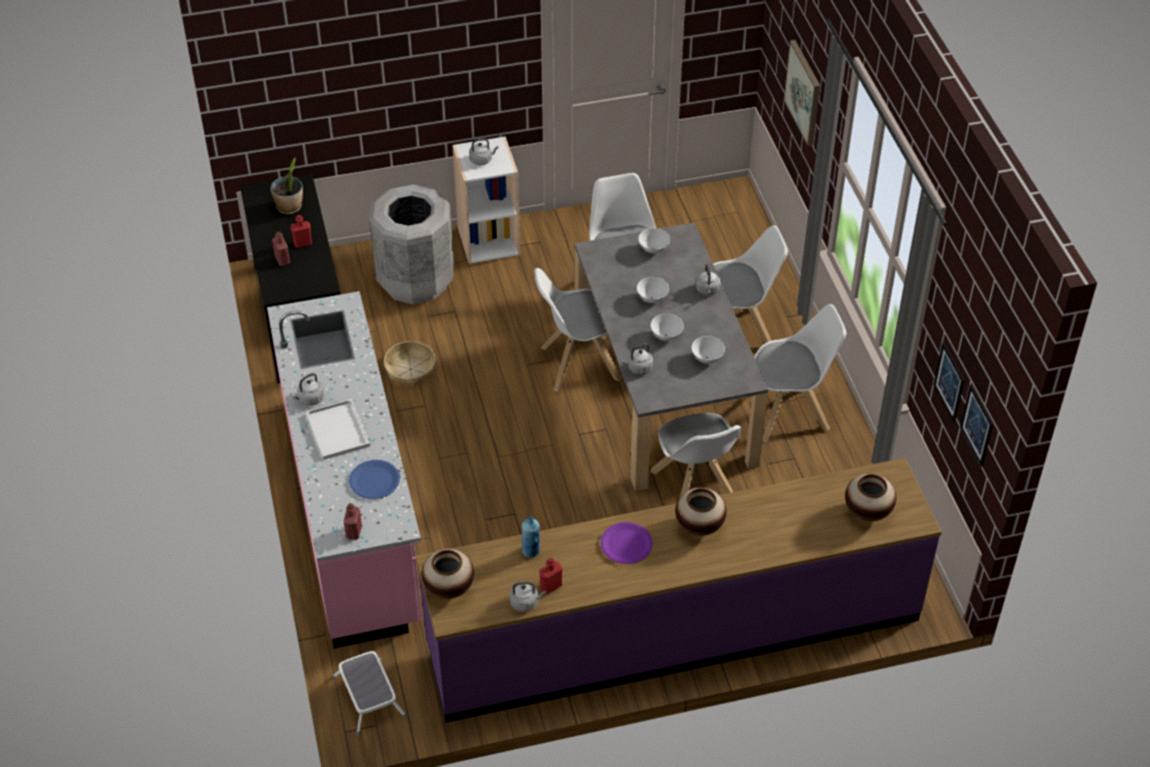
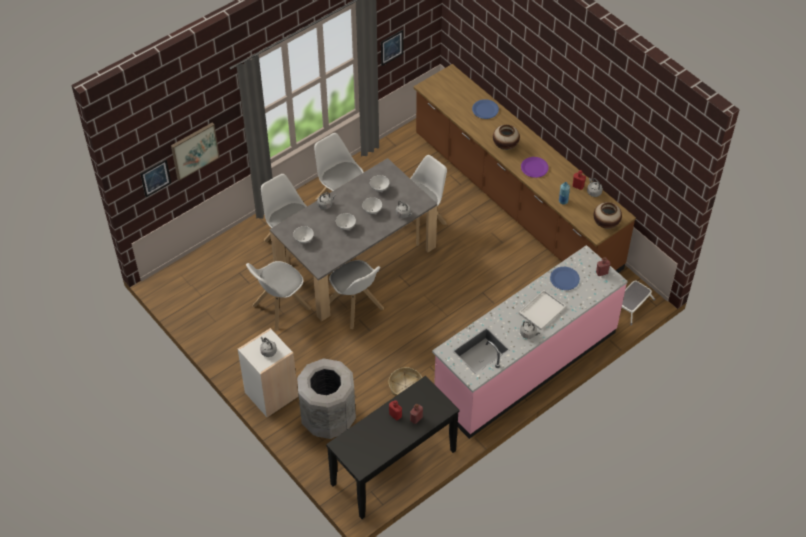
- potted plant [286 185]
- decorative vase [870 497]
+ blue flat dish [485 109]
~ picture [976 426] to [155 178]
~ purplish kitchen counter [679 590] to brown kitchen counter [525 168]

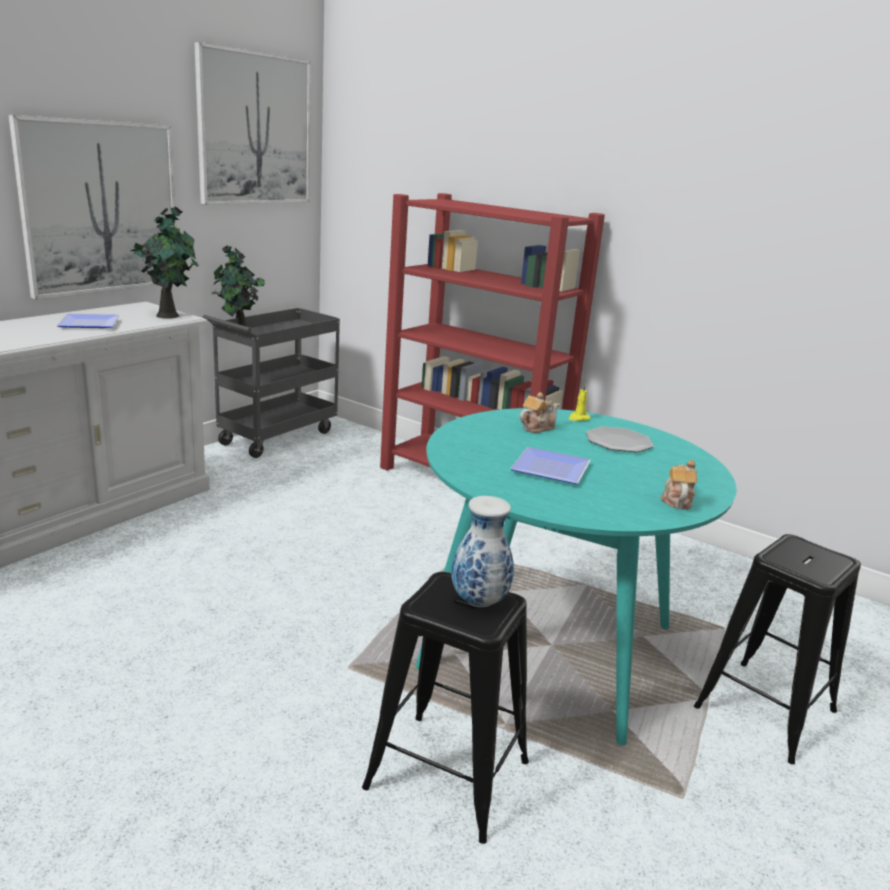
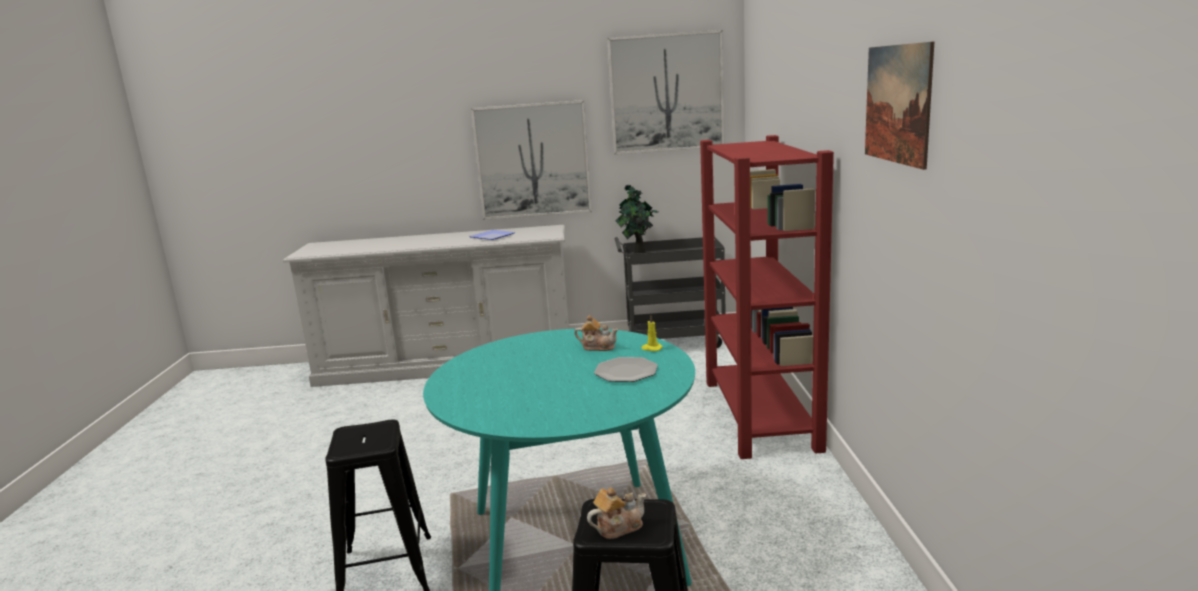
- potted plant [165 263]
- decorative vase [482 551]
- flat dish [550 465]
+ picture [899 106]
~ pot for tea [679 485] to [616 513]

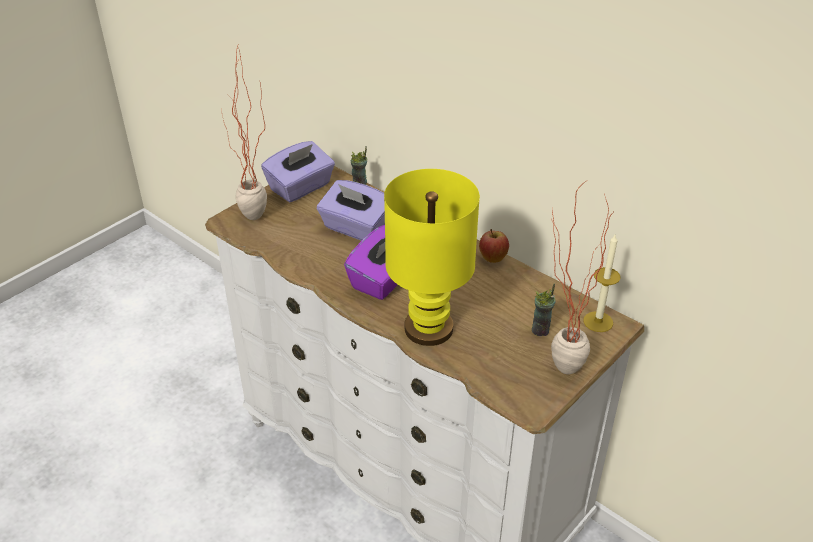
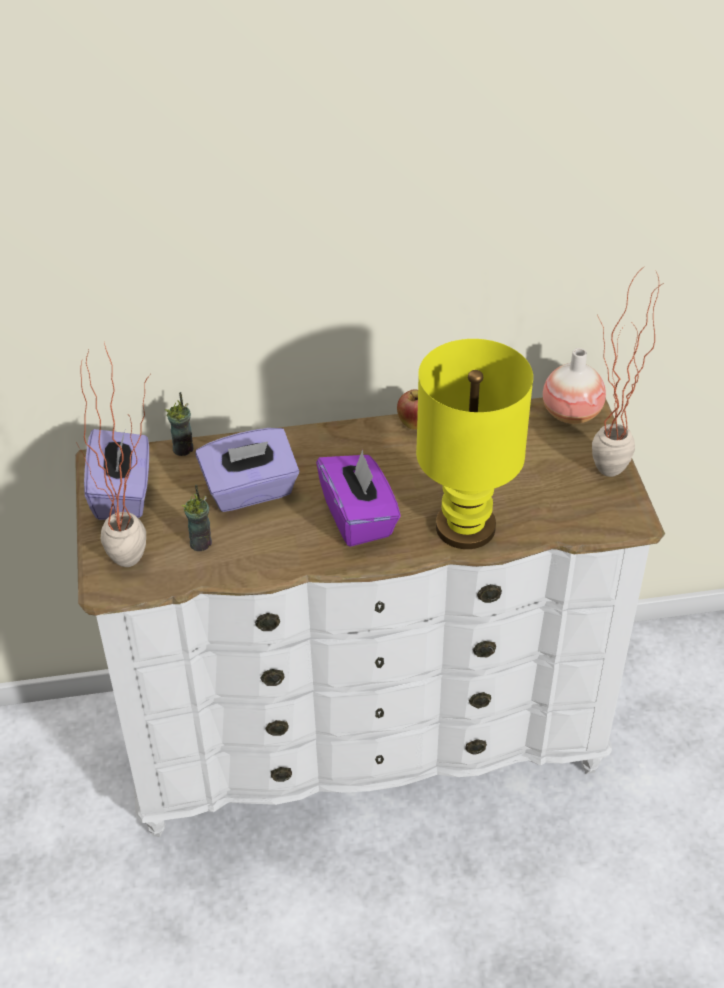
~ drinking cup [544 310] to [196 518]
~ wax candle [602 282] to decorative vase [574 386]

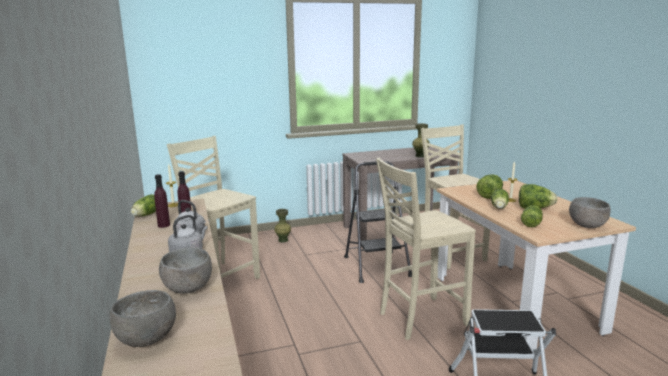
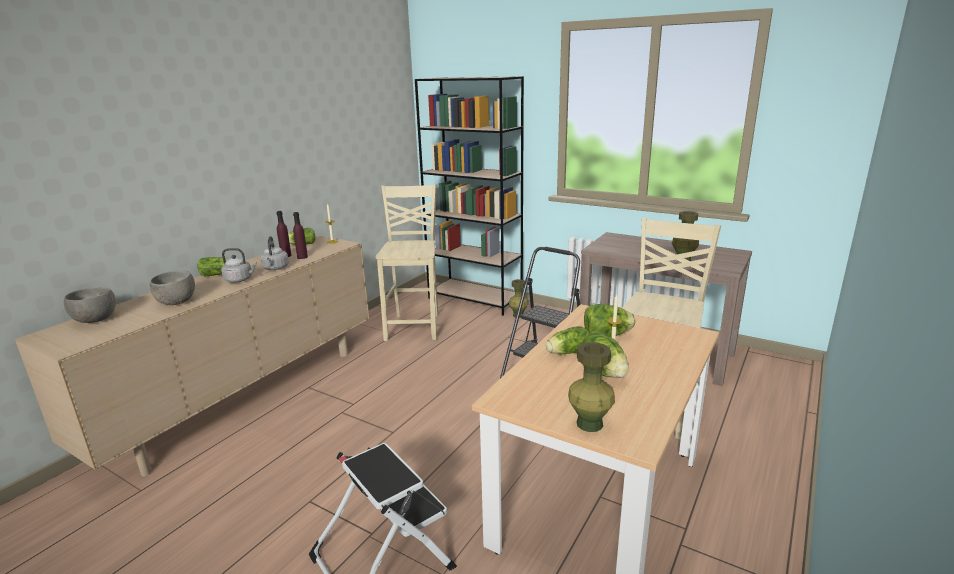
- sand-coloured upright chair [426 249]
+ sand-coloured bookshelf [469 196]
~ head of lettuce [532 216] to [213 266]
~ grey bowl [590 212] to green-coloured decorative vase [591 387]

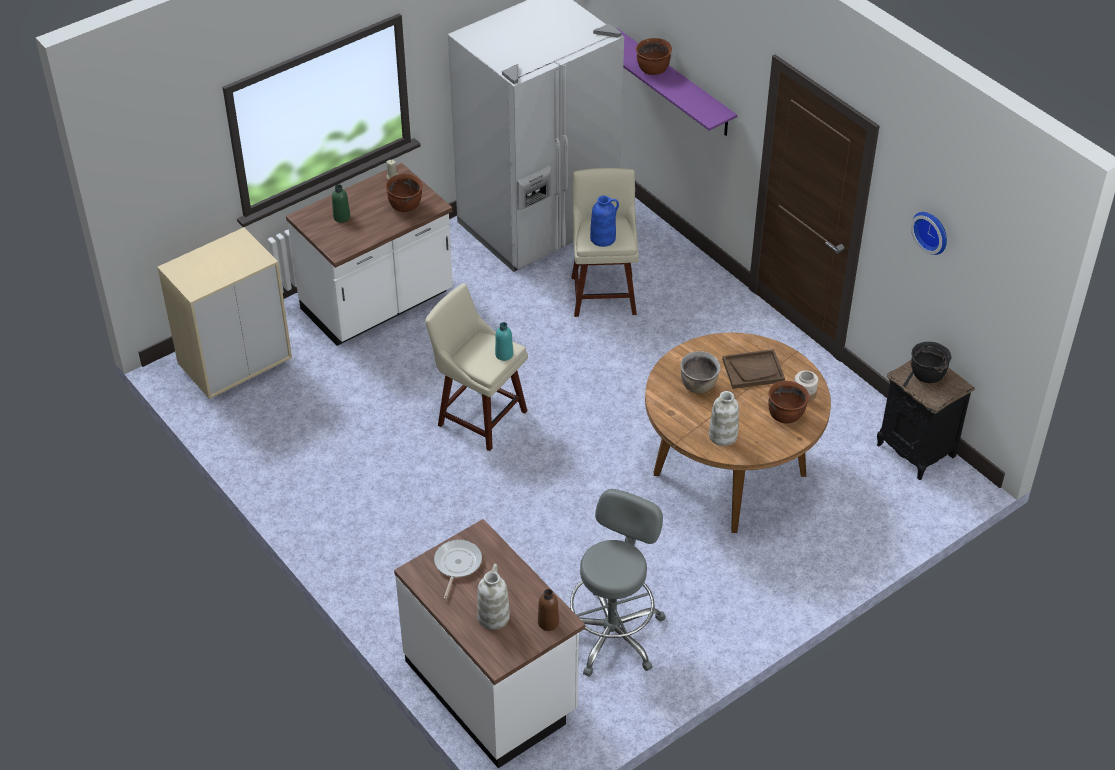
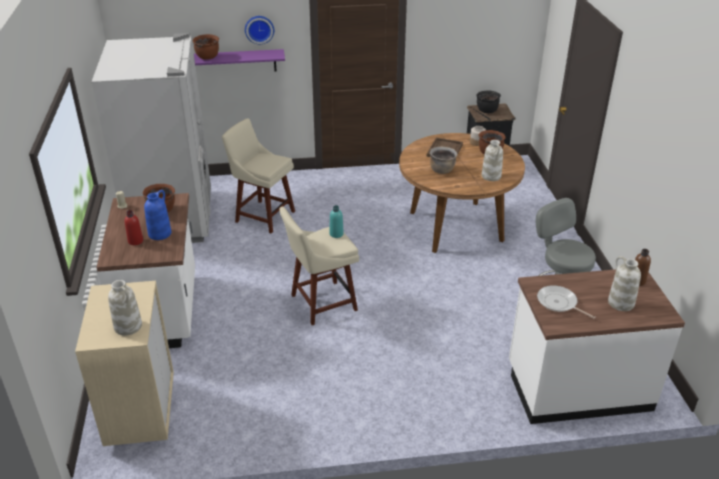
+ whitish decorative vase [125 308]
~ blue decorative vase [604 221] to [157 215]
~ clock on the wall [929 233] to [259 30]
~ green-coloured beverage bottle [341 203] to reddish beverage bottle [133 227]

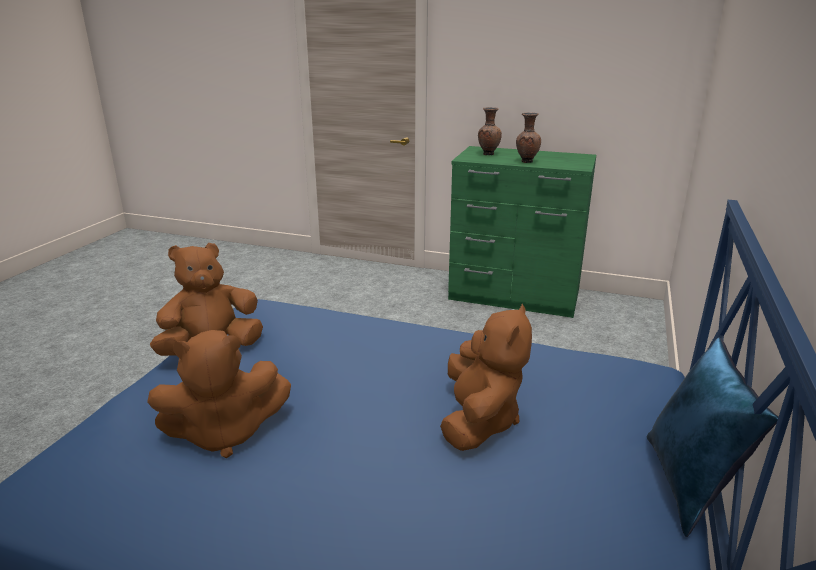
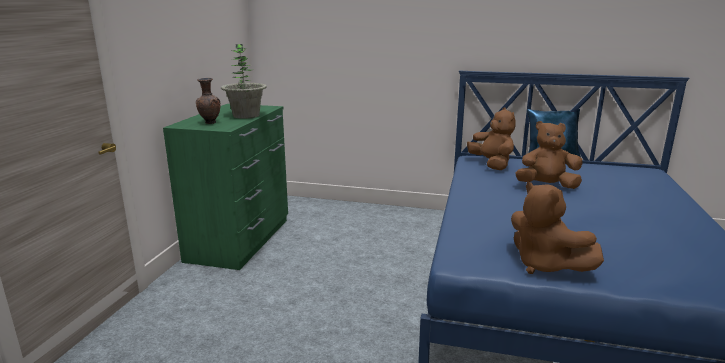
~ brown soft toy [219 394] to [491 139]
~ brown decorative vase [528 137] to potted plant [244 81]

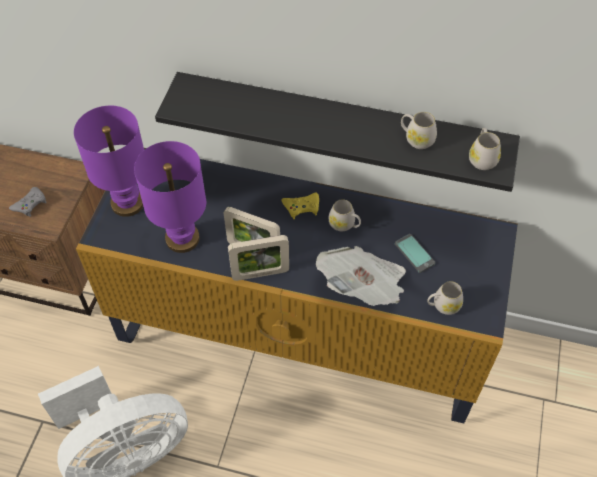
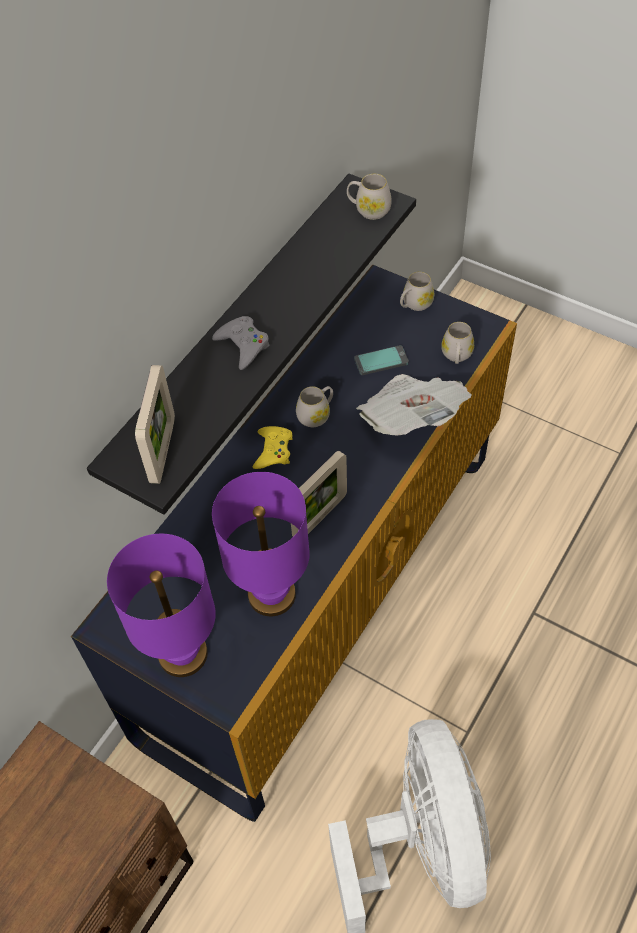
~ grey game controller [28 202] to [241 343]
~ photo frame [258 258] to [155 424]
~ whitish coffee mug [419 130] to [417 291]

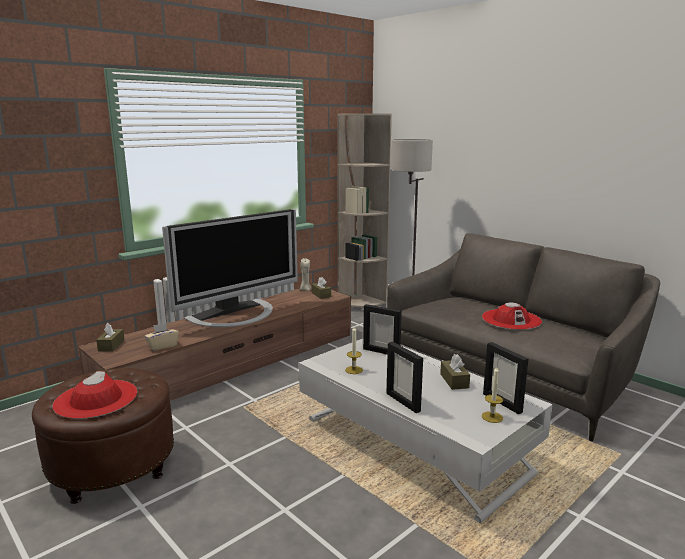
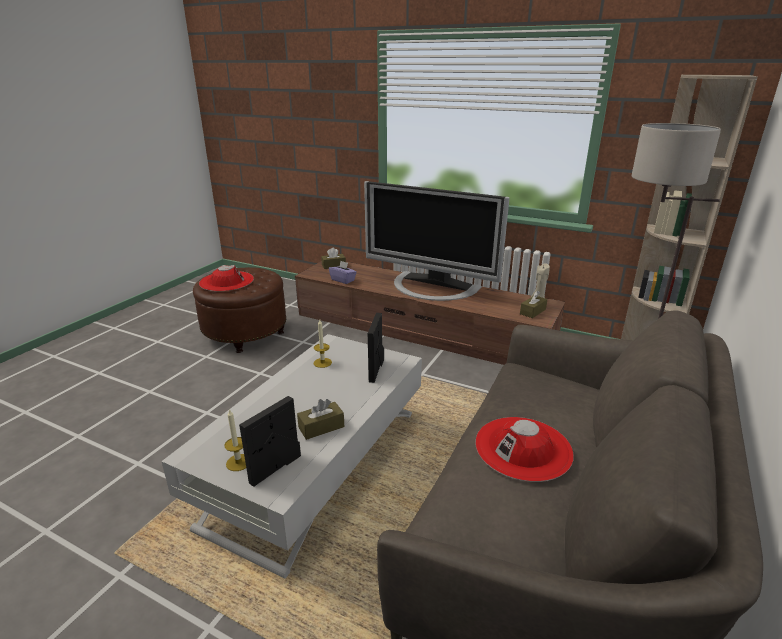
- photo frame [404 377]
~ sand-coloured box of tissues [161 337] to purplish box of tissues [343 272]

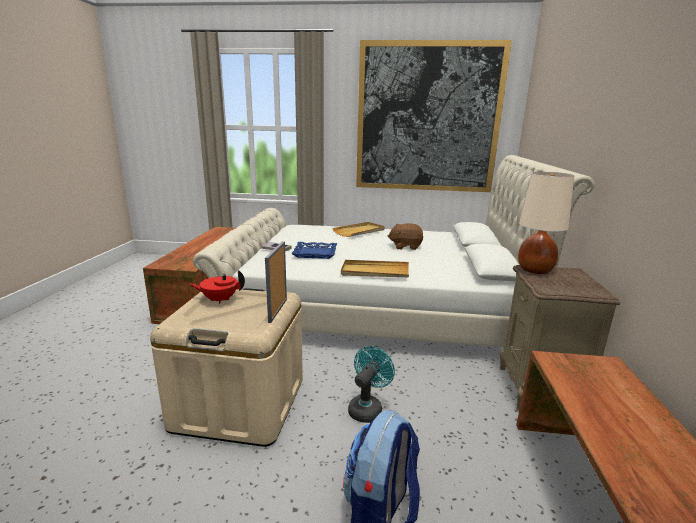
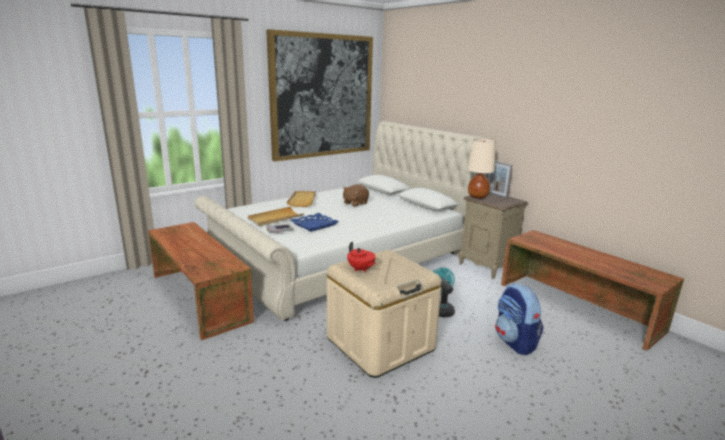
~ photo frame [276 282] to [499 179]
~ sand-coloured carrying tray [375 268] to [276 216]
~ reddish pot for tea [217 287] = [361 257] 75 degrees counterclockwise

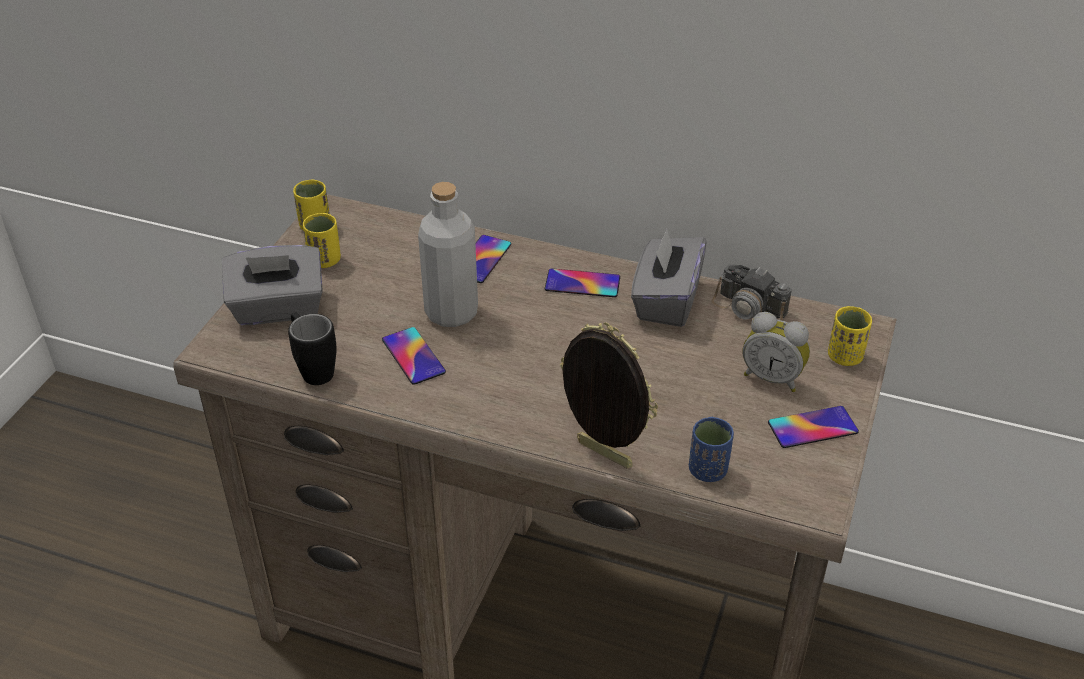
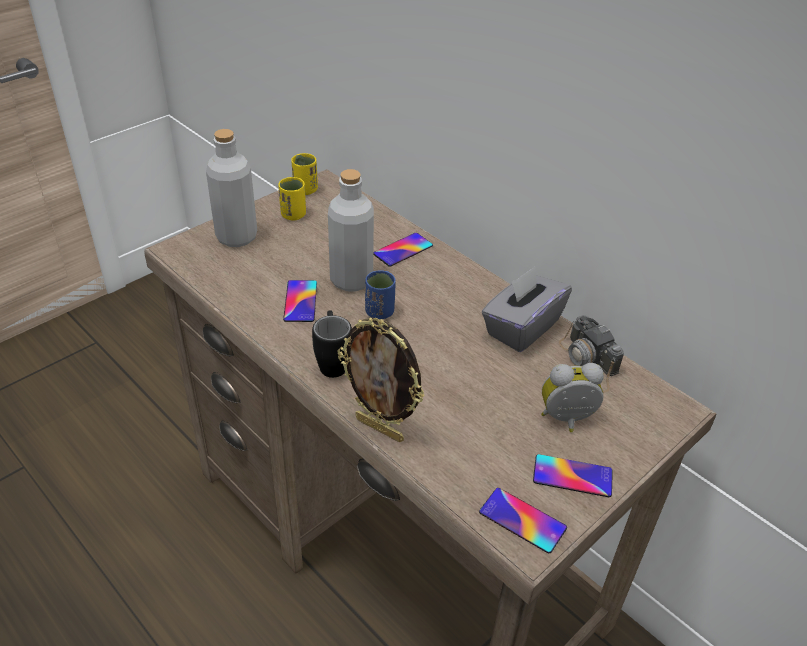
- yellow drinking cup [850 336]
~ black-coloured coffee mug [312 348] to [332 344]
~ telephone [582 282] to [523 520]
~ blue drinking cup [711 449] to [380 294]
~ grey box of tissues [272 285] to grey beverage bottle [231 188]
~ photo frame [609 395] = [381 379] 150 degrees clockwise
~ table clock [776 352] = [572 397] 120 degrees clockwise

